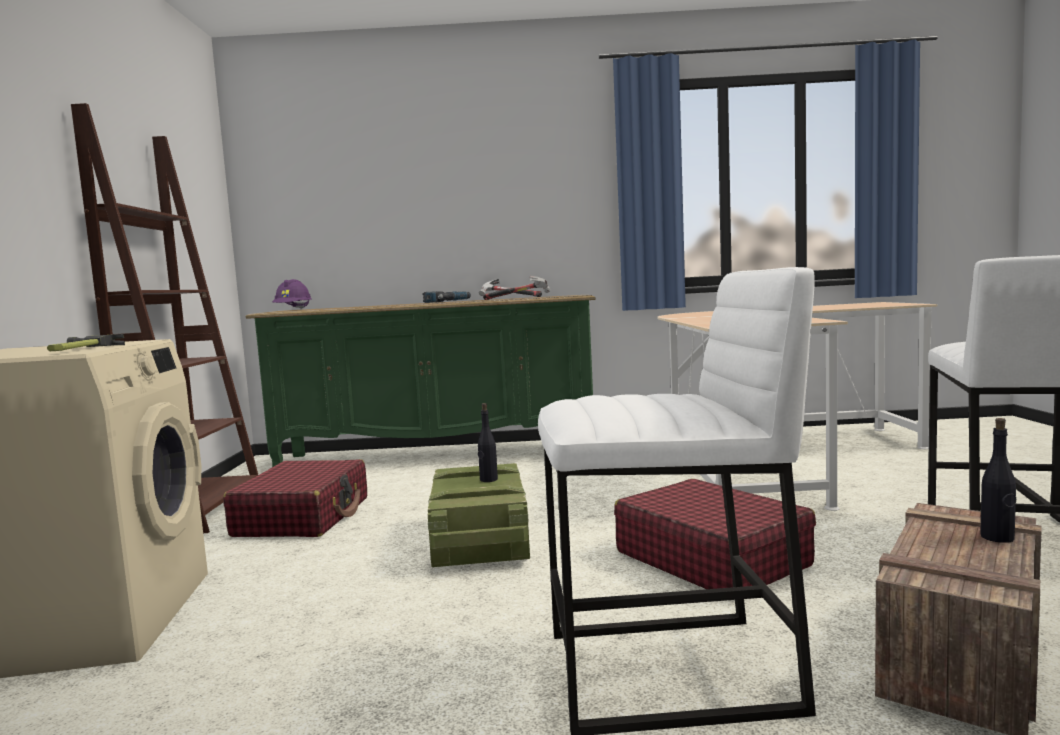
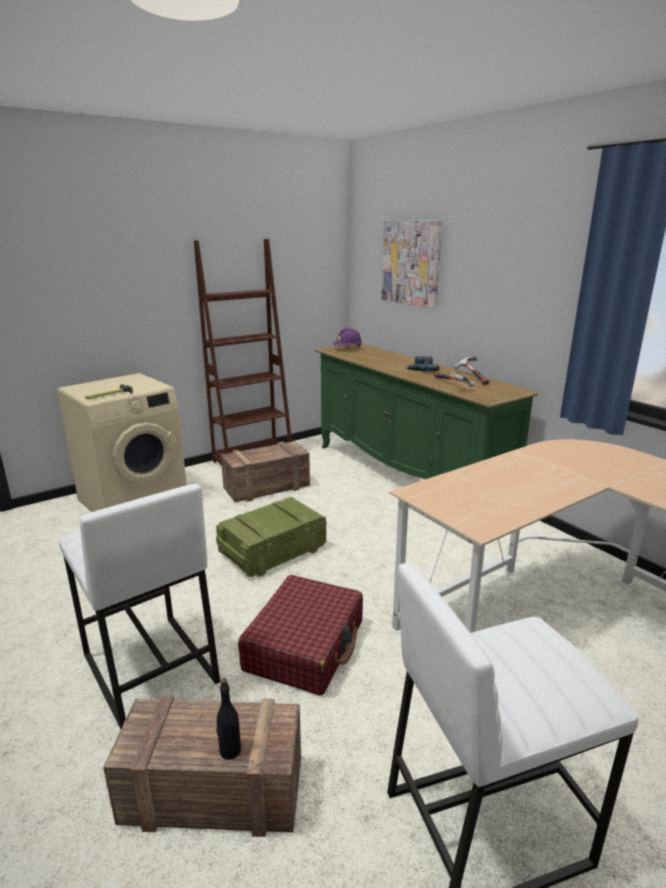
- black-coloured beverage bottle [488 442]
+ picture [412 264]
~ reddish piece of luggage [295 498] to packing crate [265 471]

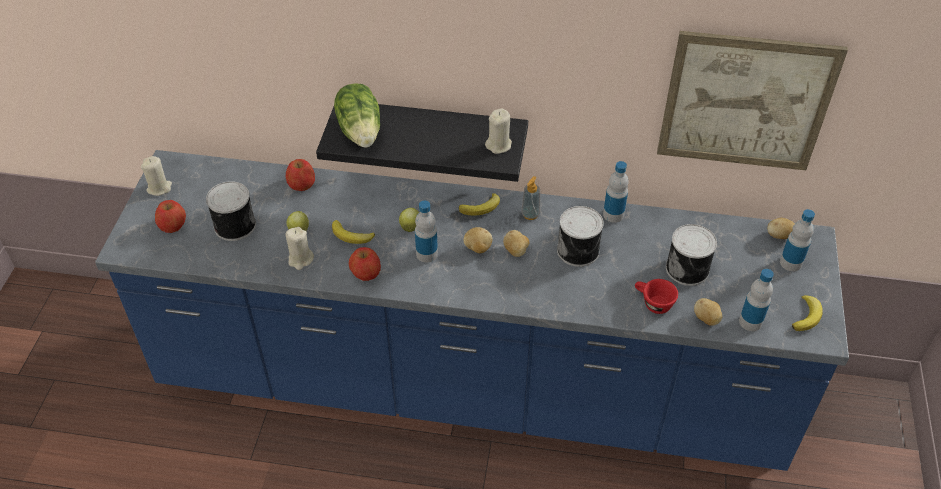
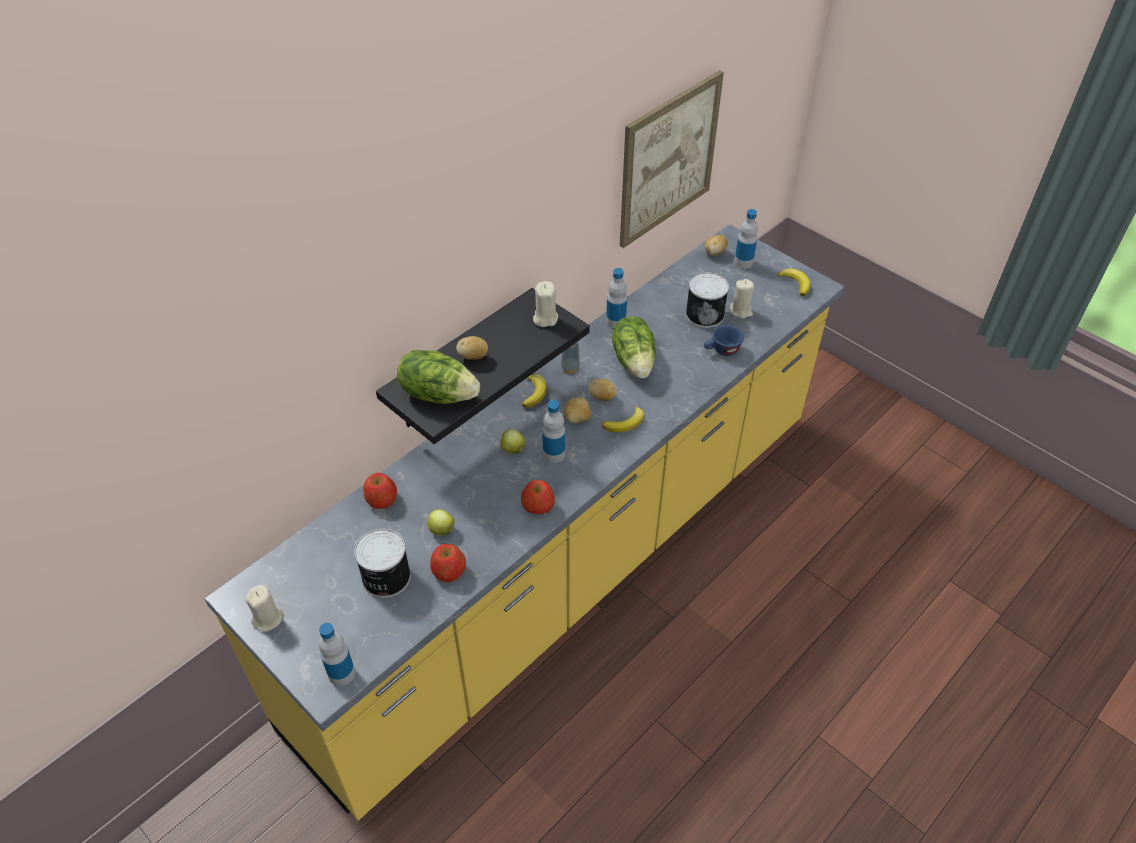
~ whole apple [170 216] to [448 563]
~ sand-coloured wax candle [299 248] to [742 299]
~ whole banana [353 232] to [623 419]
~ whole potato [708 312] to [472 348]
~ beverage bottle [756 300] to [337 654]
~ can [580 236] to head of lettuce [634 347]
~ blue kitchen counter [472 310] to yellow kitchen counter [524 522]
~ reddish drinking cup [656 296] to blue drinking cup [724 340]

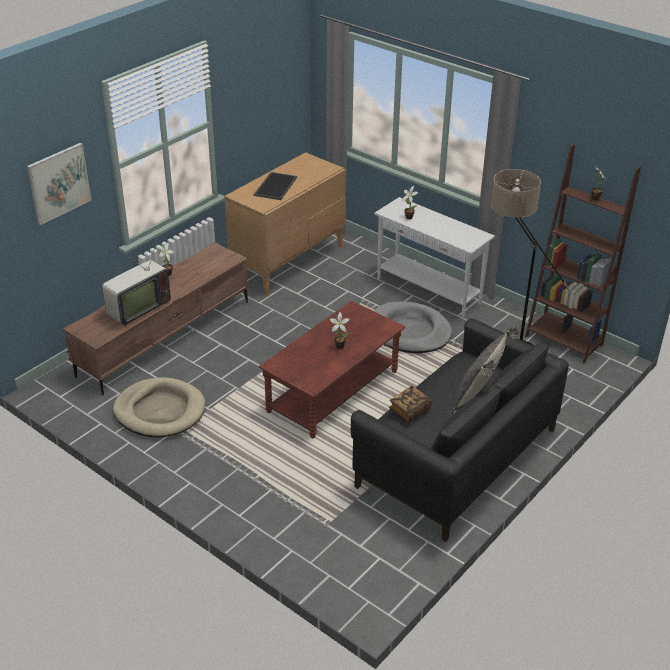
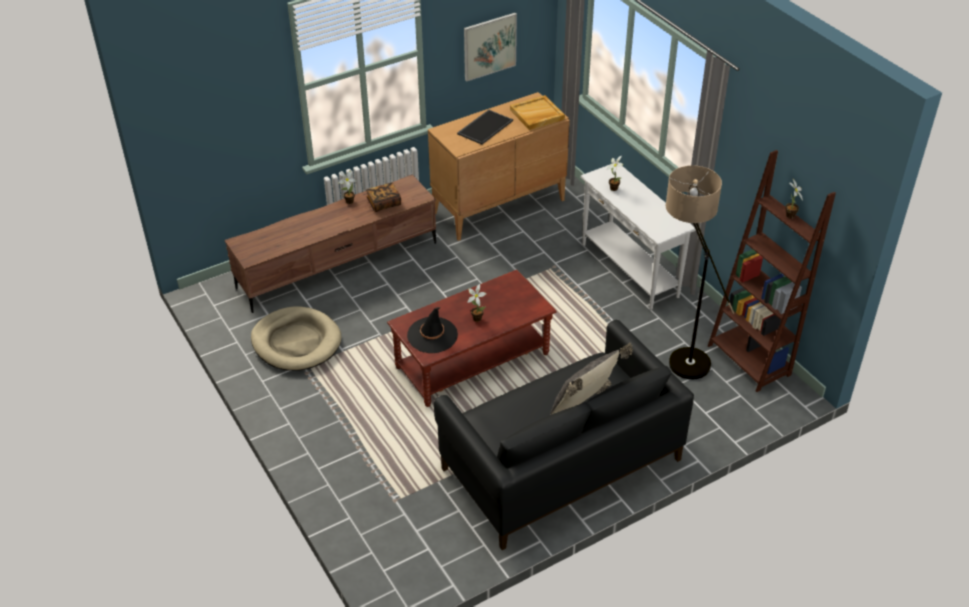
- television [136 281]
- grey pet bed [413 327]
+ black-coloured hat [432 330]
+ sand-coloured carrying tray [537 112]
~ picture [59 184] to [490 47]
~ volume [410 404] to [383 197]

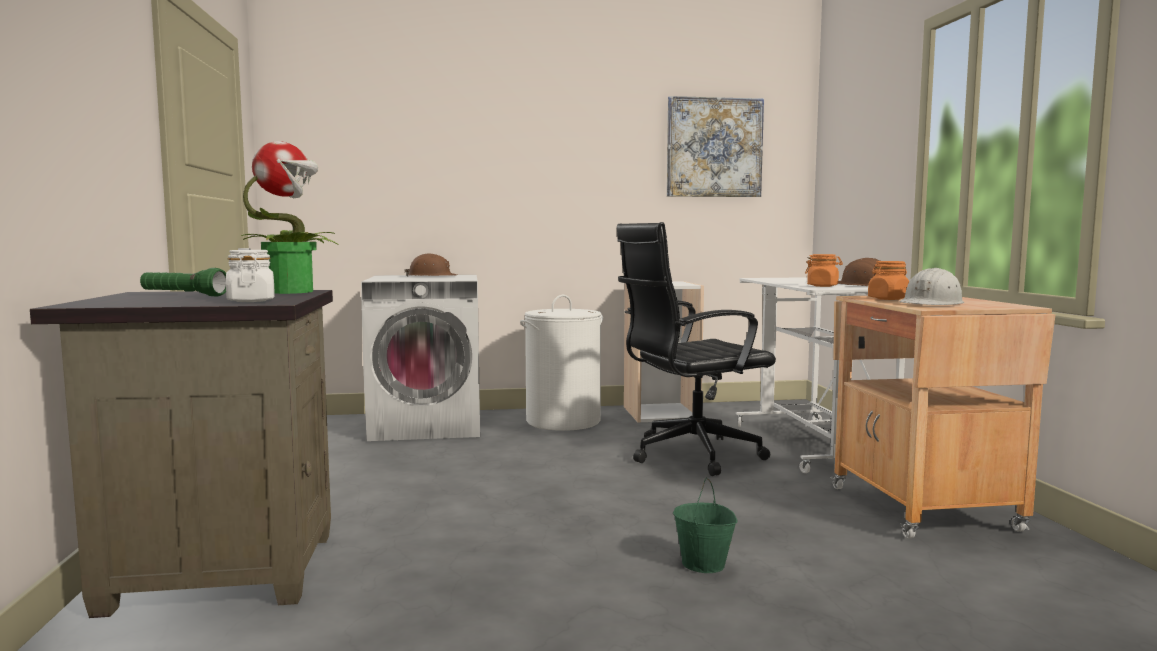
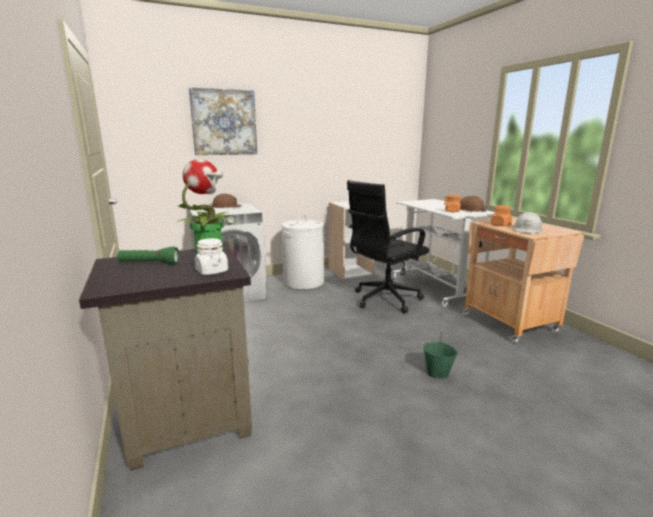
~ picture [715 146] to [223 121]

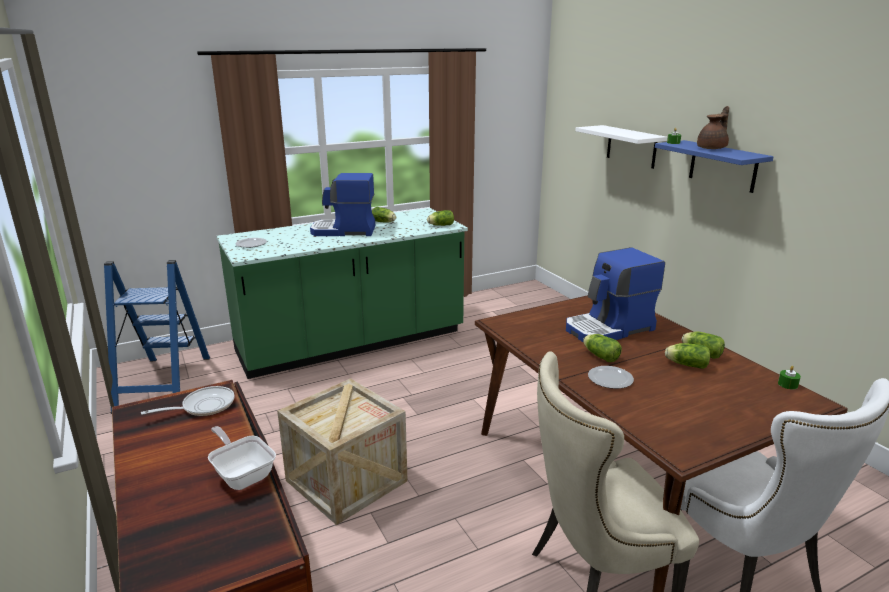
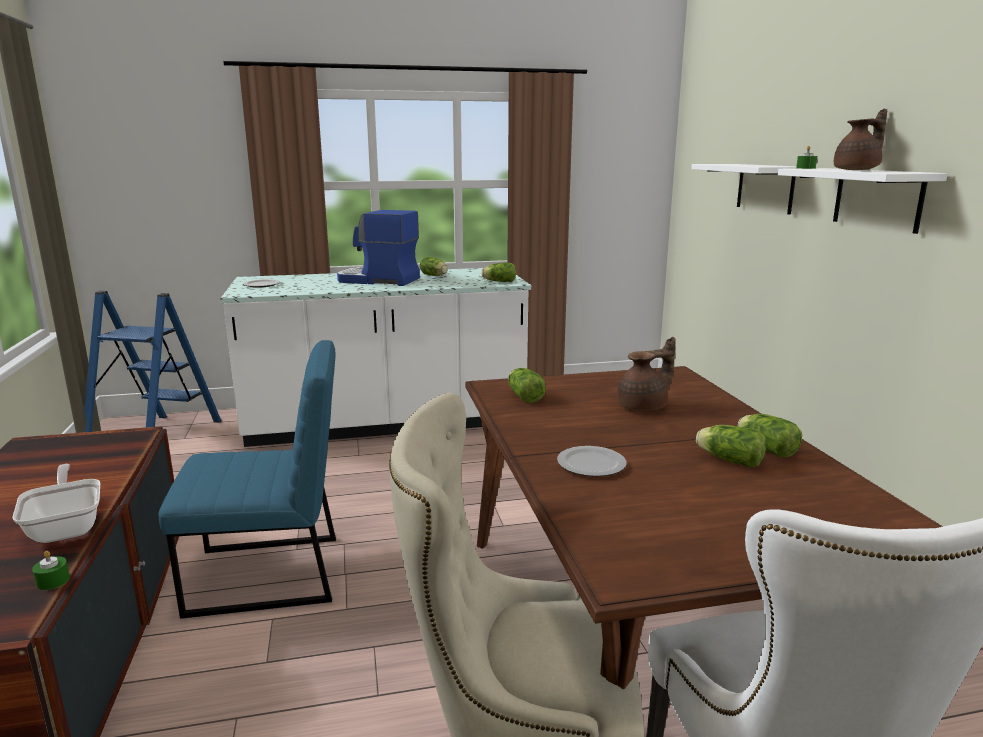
- frying pan [188 401]
~ head of lettuce [602 348] to [527 385]
~ green-coloured wax candle [789 378] to [51 570]
~ packing crate [342 451] to blue upright chair [247 479]
~ coffee brewer [615 294] to brown pot for tea [646 374]
~ green-coloured kitchen counter [342 293] to whitish kitchen counter [375 357]
~ blue shelf [714 166] to whitish shelf [863 201]

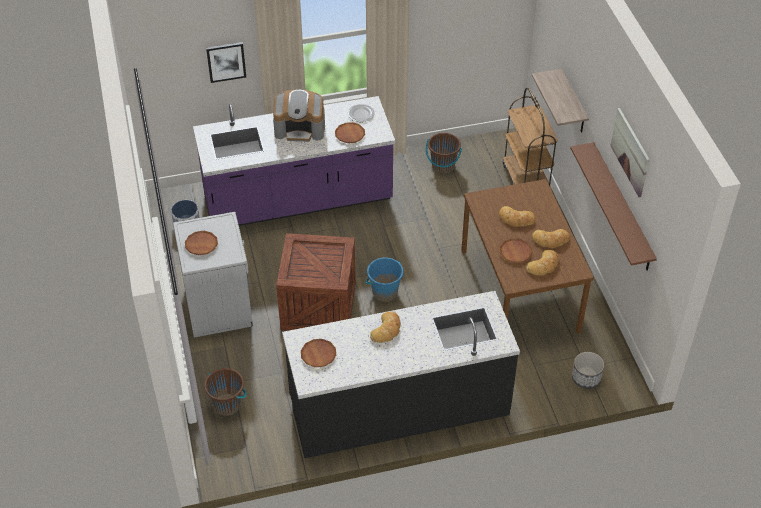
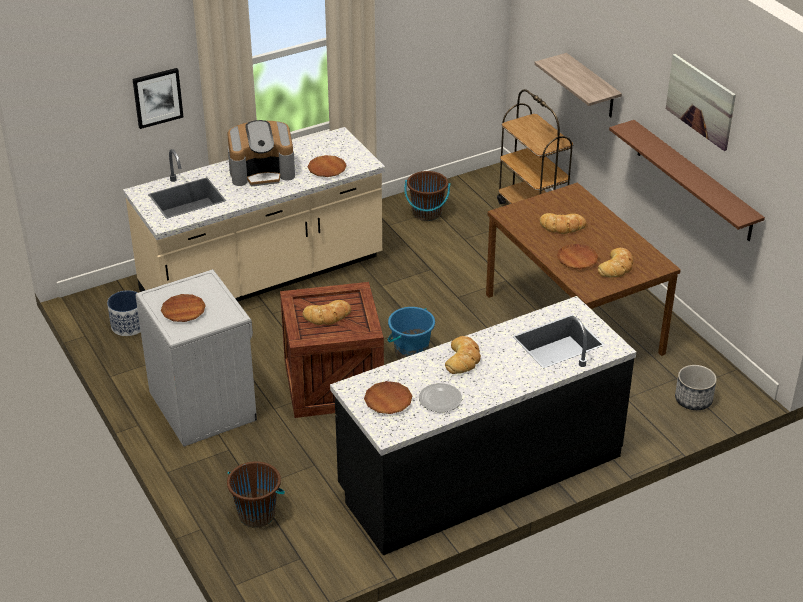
~ flat dish [361 113] to [440 397]
~ bread [551 238] to [326 312]
~ purplish kitchen counter [294 161] to sand-coloured kitchen counter [254 214]

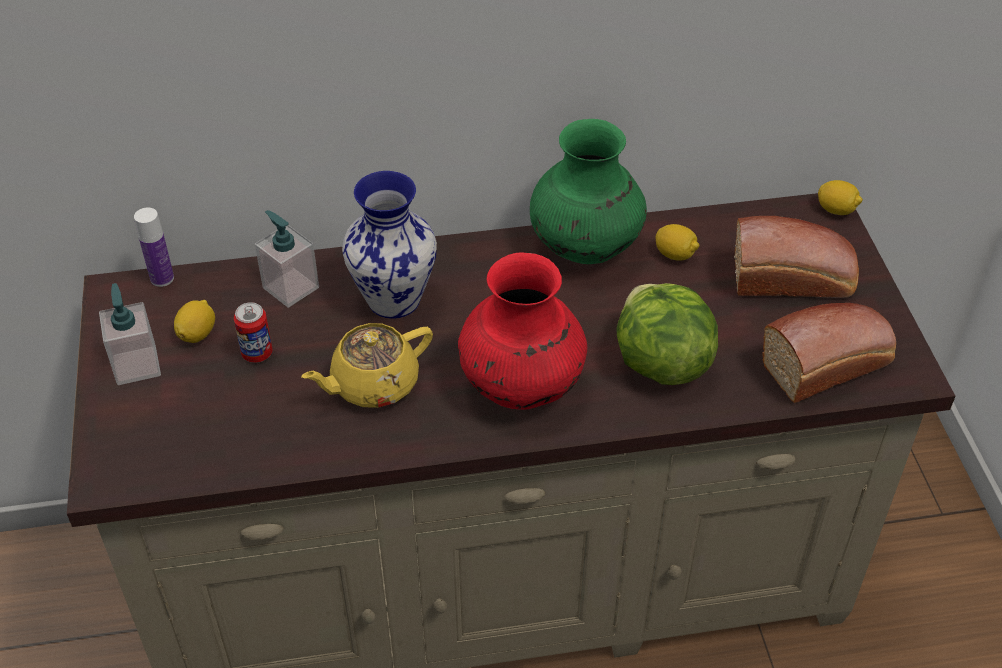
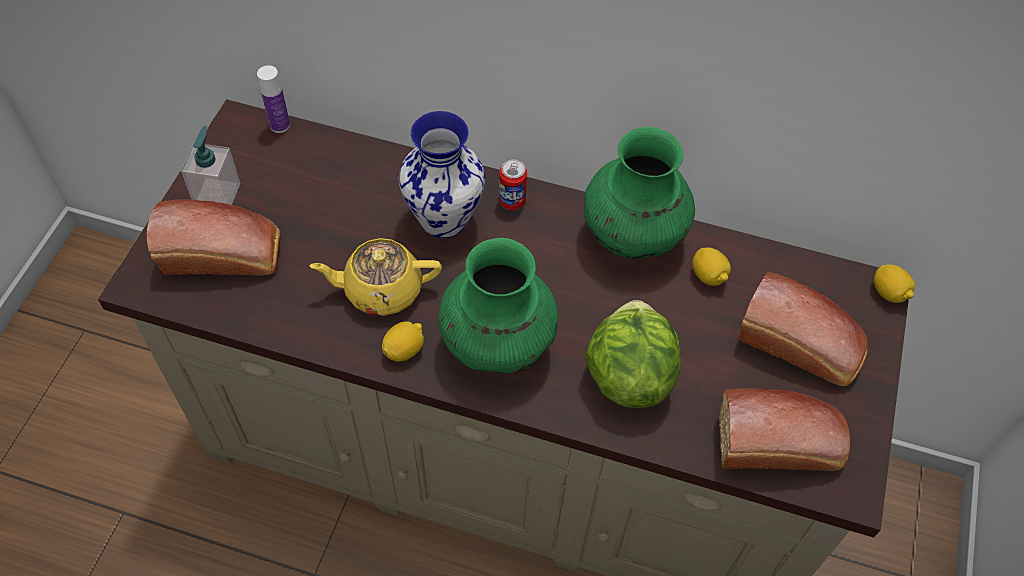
- soap bottle [287 259]
+ bread [214 237]
~ lemon [194 321] to [403 341]
~ can [253 332] to [513 184]
~ reddish decorative vase [522 331] to green-coloured decorative vase [498 306]

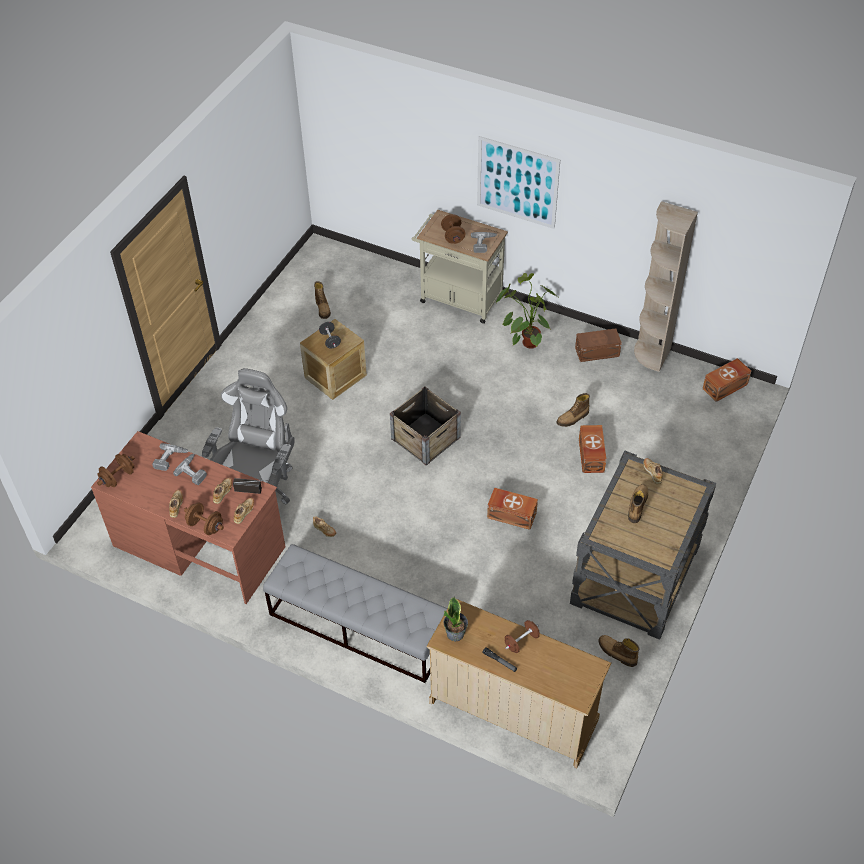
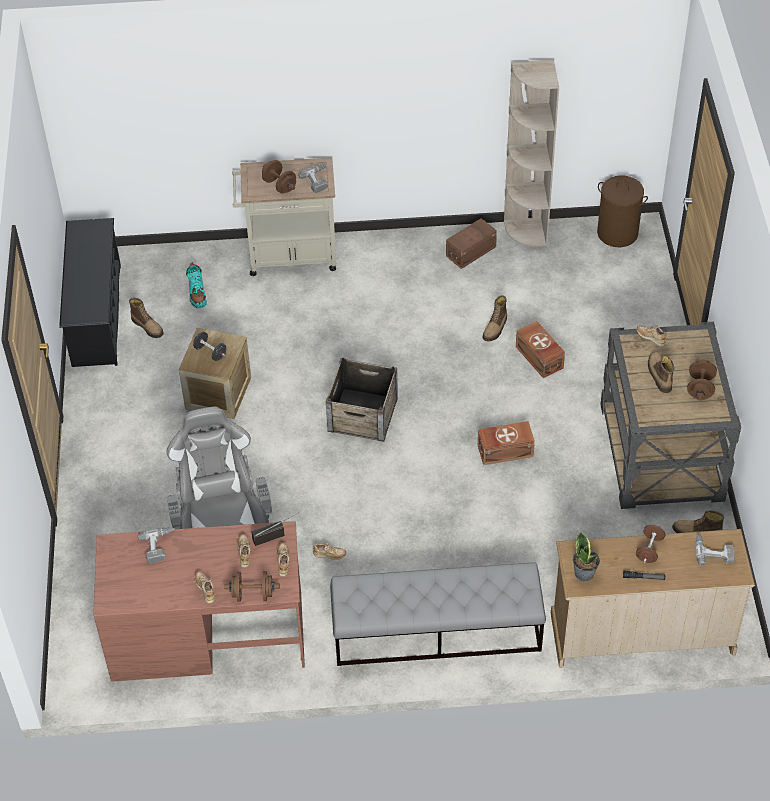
- picture [518 182]
- potted plant [527 311]
+ black-coloured shoe shelf [90 292]
+ turquoise-coloured boot [196 285]
~ brown hand weight [116 470] to [702 380]
~ power drill [190 469] to [715 549]
~ brown storage container [726 380] to brown washing basket [622 211]

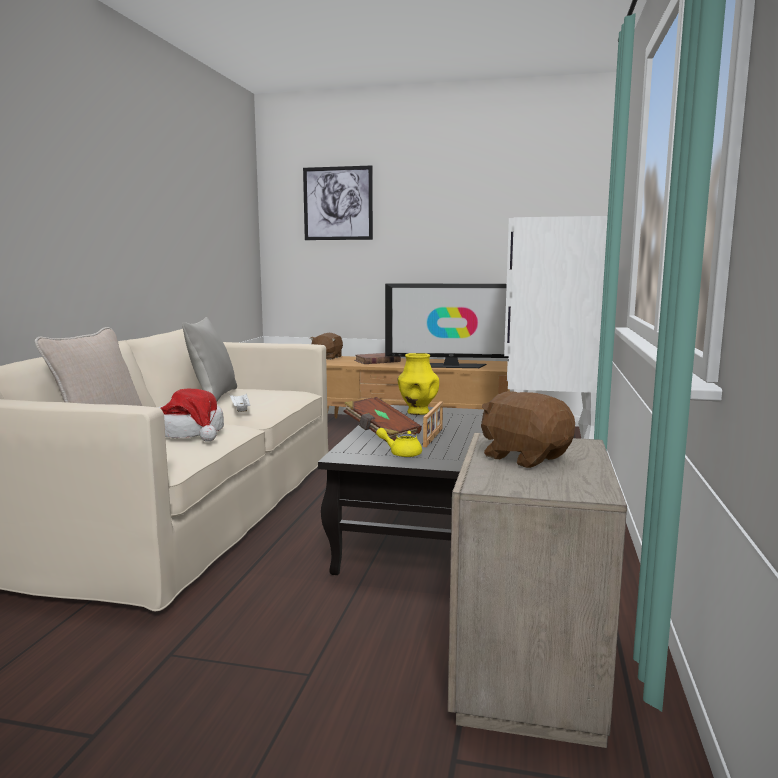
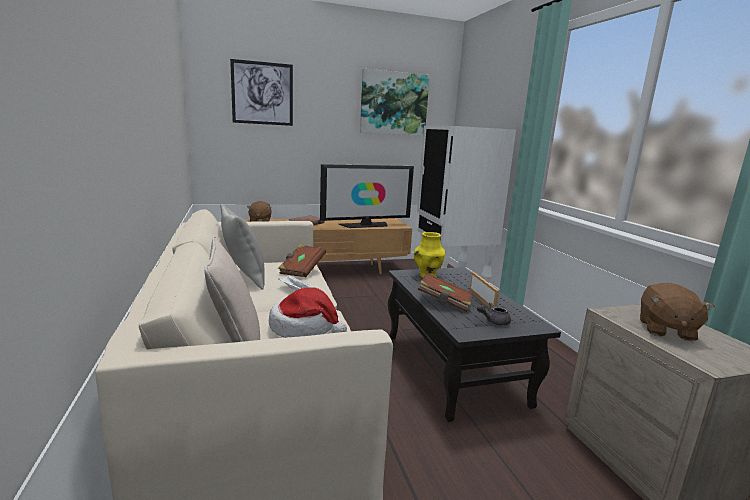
+ brown volume [302 260]
+ picture [395 102]
~ yellow pot for tea [399 442] to grey pot for tea [494 314]
~ brown soft toy [528 429] = [677 312] 90 degrees counterclockwise

